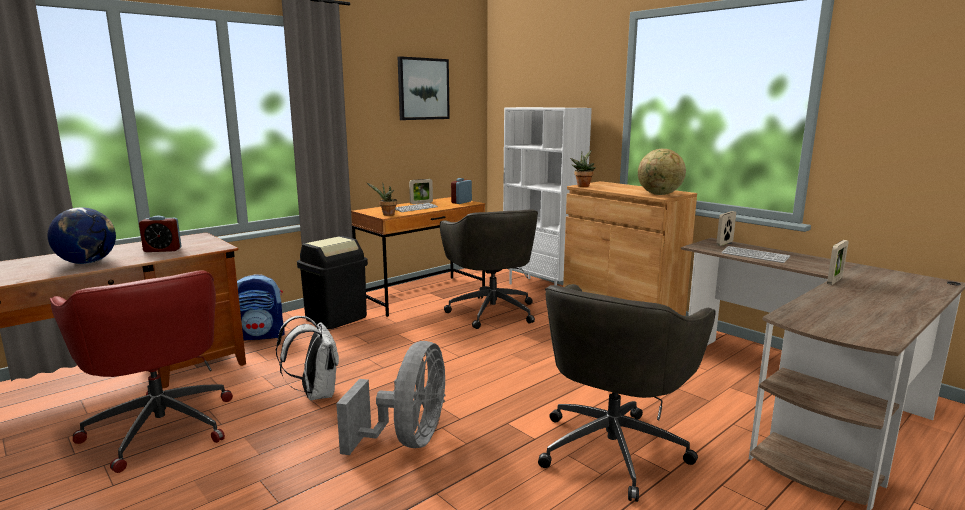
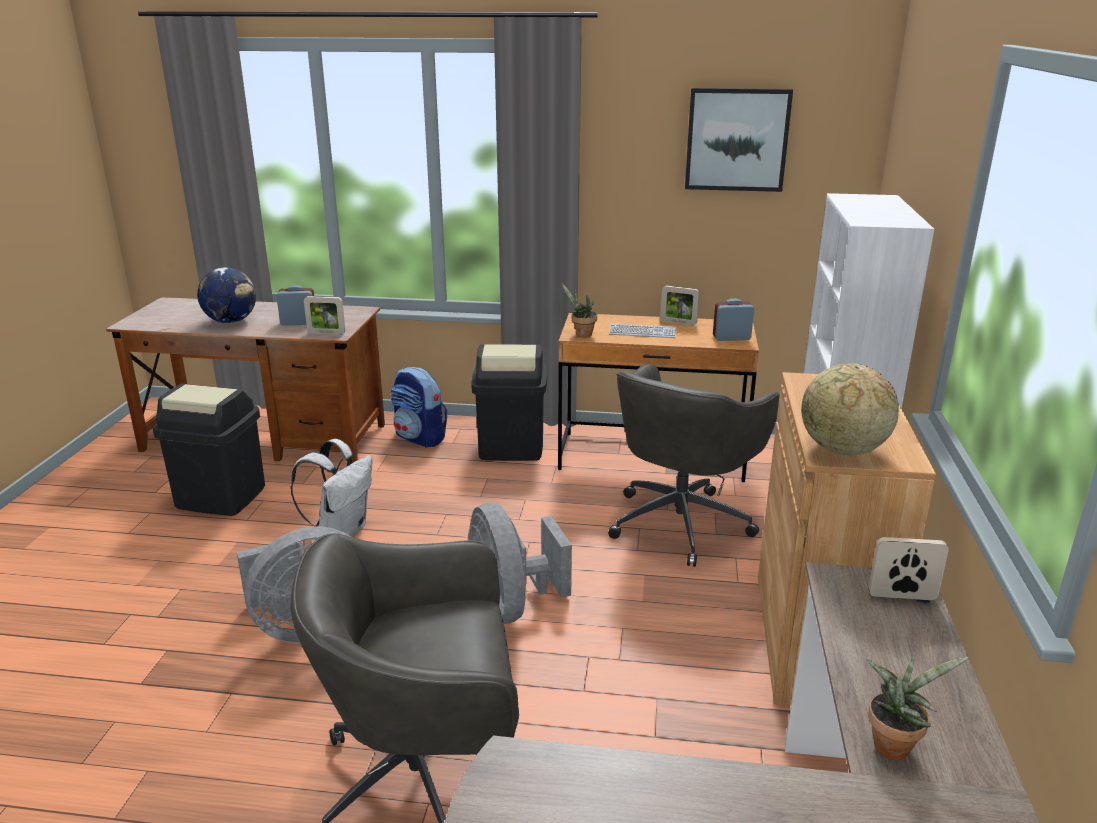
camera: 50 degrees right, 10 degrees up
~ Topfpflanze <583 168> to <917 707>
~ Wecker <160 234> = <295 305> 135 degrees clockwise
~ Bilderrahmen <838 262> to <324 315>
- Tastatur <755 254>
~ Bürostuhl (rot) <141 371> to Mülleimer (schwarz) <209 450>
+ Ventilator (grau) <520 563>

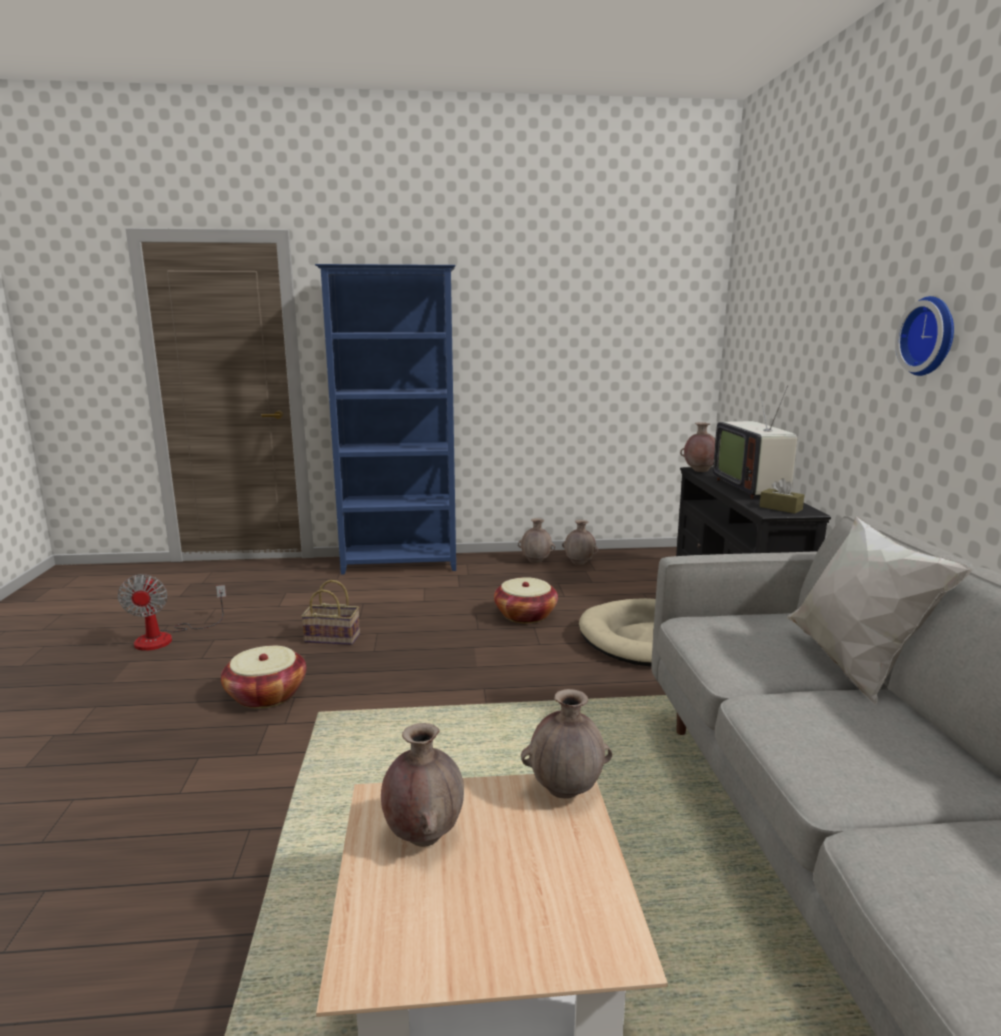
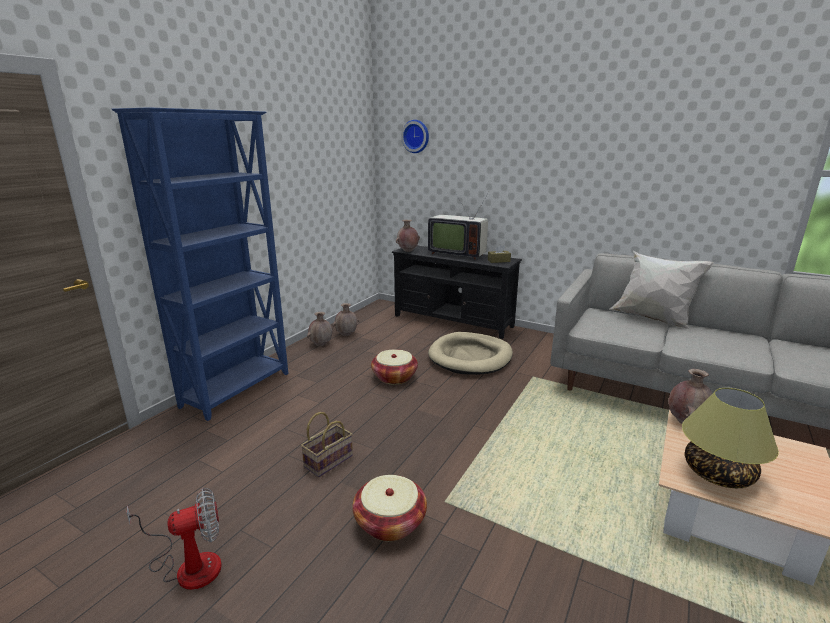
camera: 55 degrees left, 5 degrees up
~ Wanduhr <924 336> to <415 136>
~ Ventilator <171 612> = <174 539> 45 degrees counterclockwise
~ Vase (braun) <422 785> to Tischlampe <730 438>

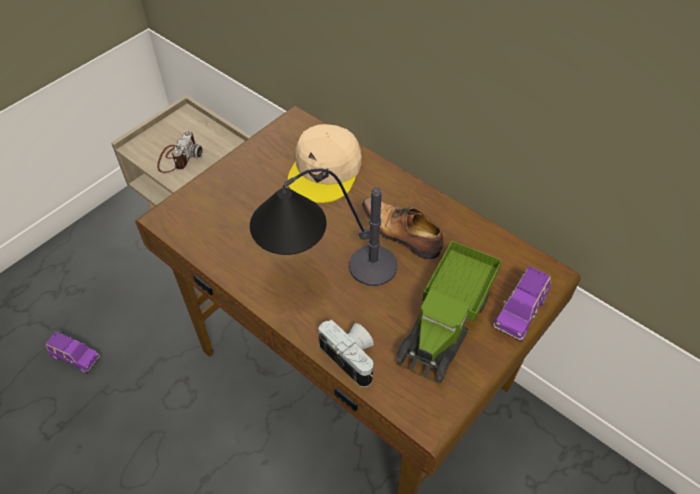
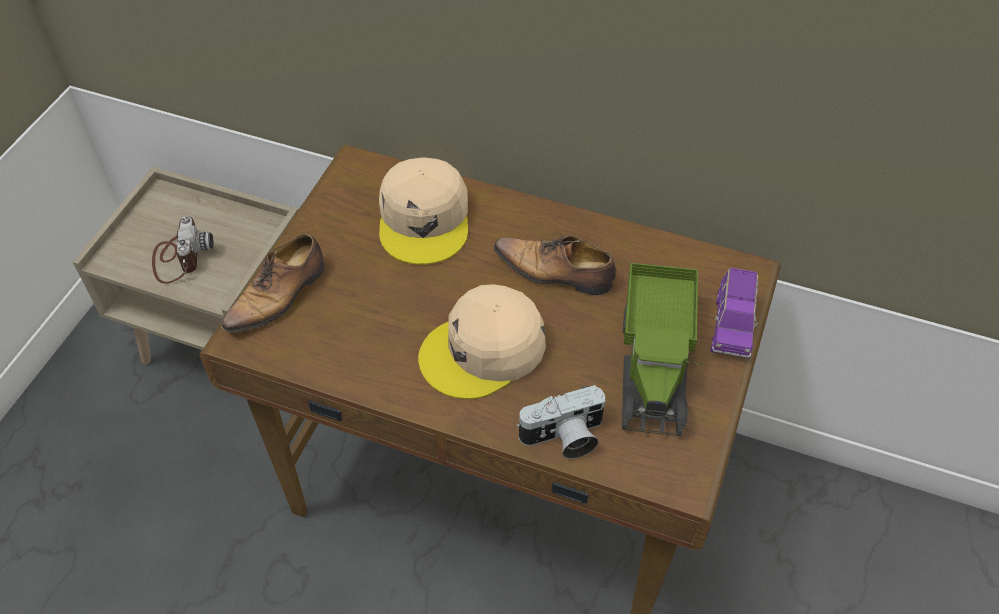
camera: 20 degrees left, 0 degrees up
~ Tischlampe <323 227> to Kappe (beige) <482 341>
~ Kamera <346 353> = <561 422> 135 degrees clockwise
- Spielzeugauto (lila) <73 353>
+ Schuh <272 286>

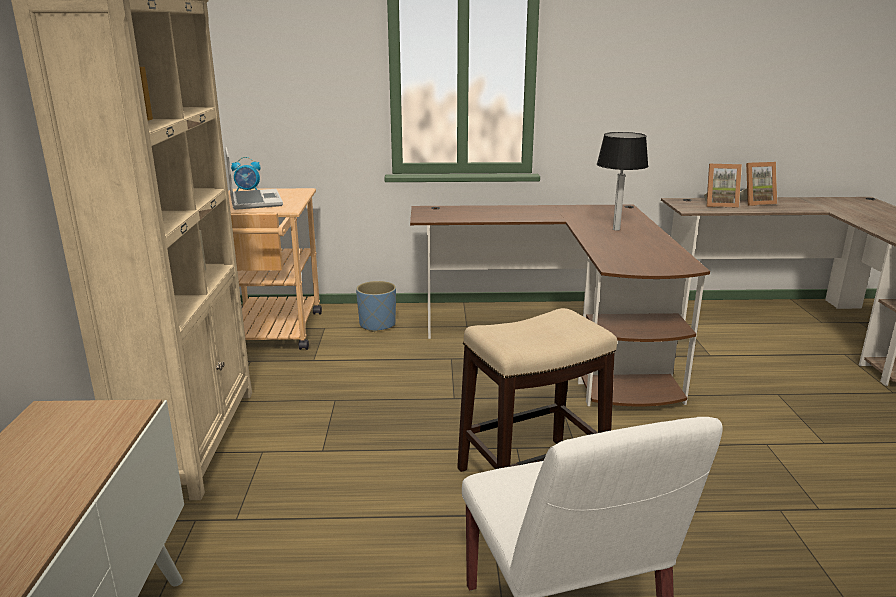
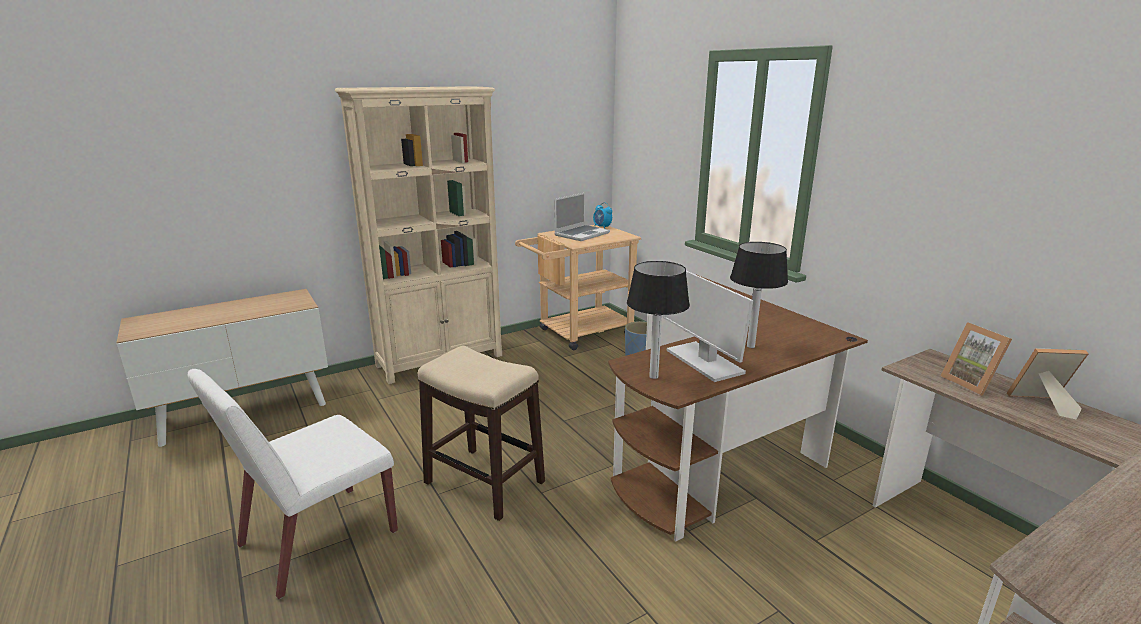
camera: 60 degrees right, 0 degrees up
~ Bilderrahmen <758 184> = <1047 384> 135 degrees clockwise
+ Tischlampe <658 320>
+ Monitor <708 326>

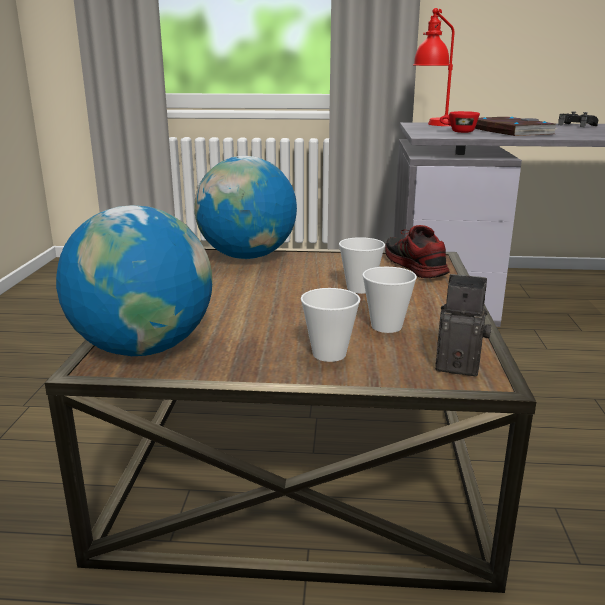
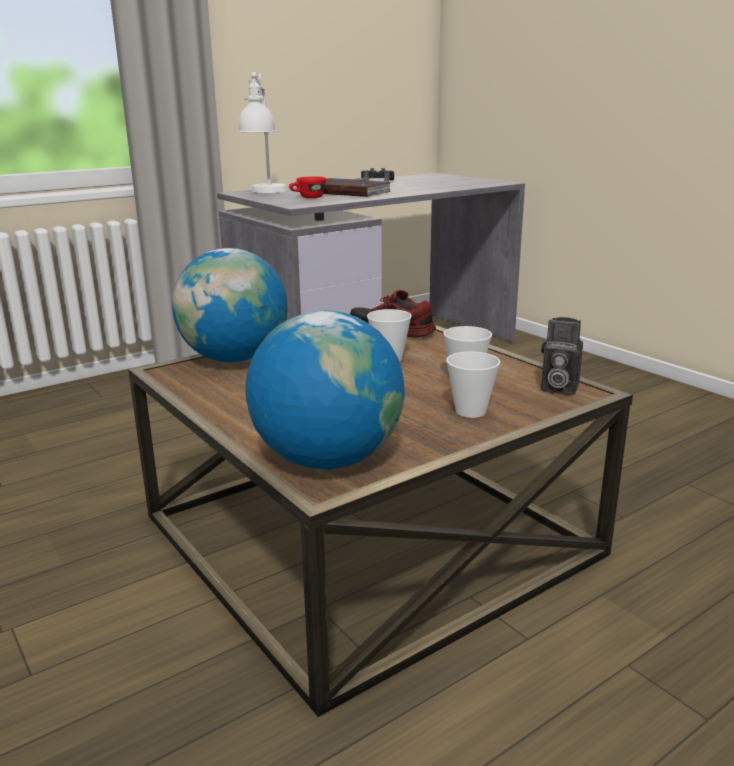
camera: 40 degrees left, 0 degrees up
~ Tischlampe (rot) <433 67> to Tischlampe (weiß) <263 132>
~ Kamera <463 325> = <562 356> 135 degrees counterclockwise

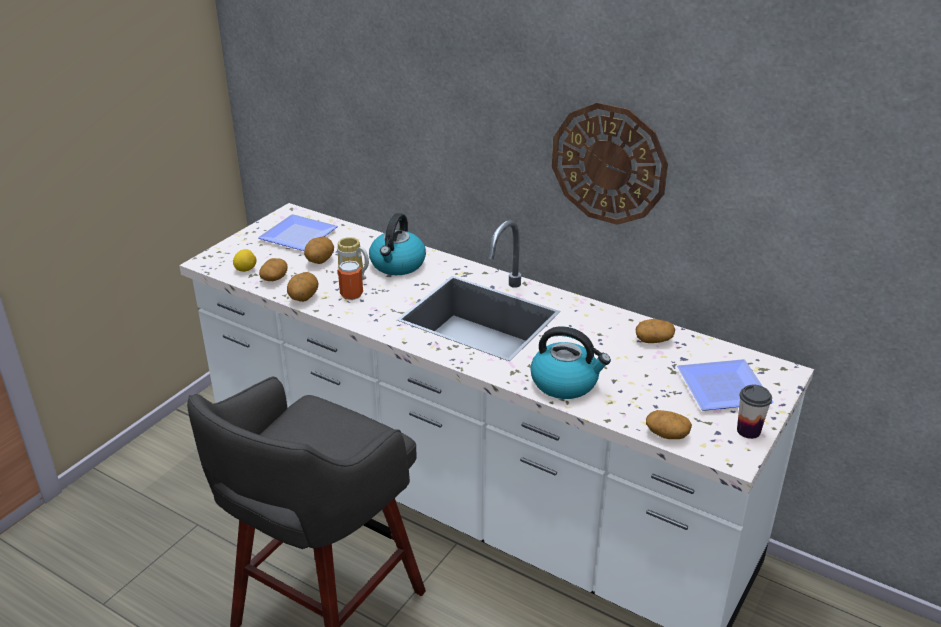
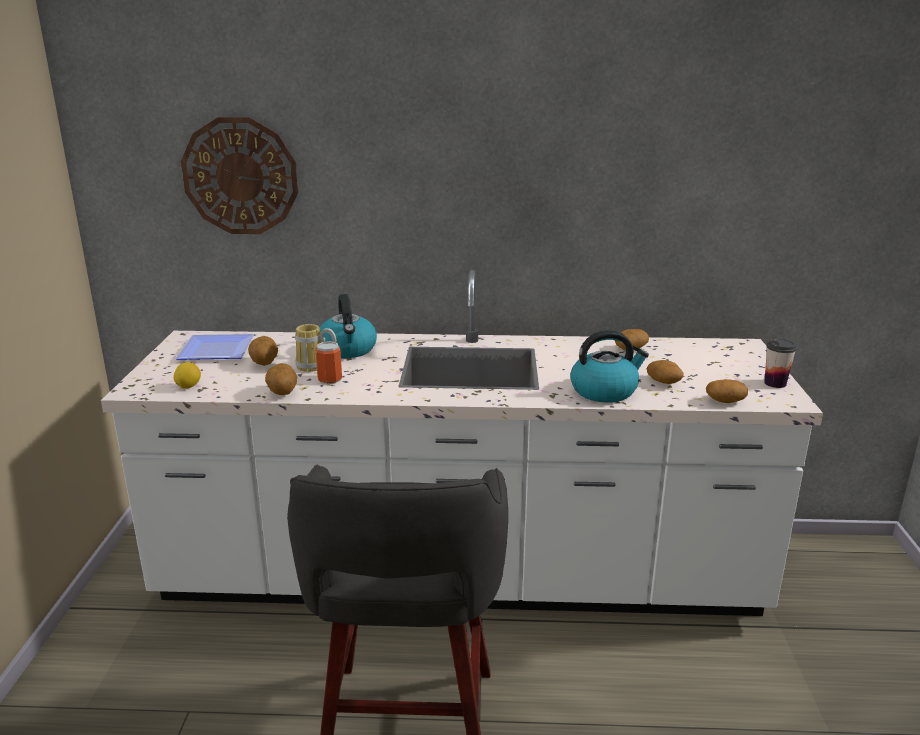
camera: 30 degrees left, 10 degrees down
~ Wanduhr <610 163> to <239 175>
~ Kartoffel <273 269> to <665 372>
- Teller <725 385>

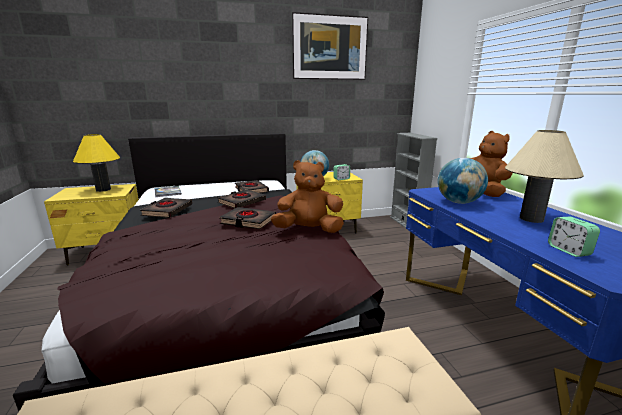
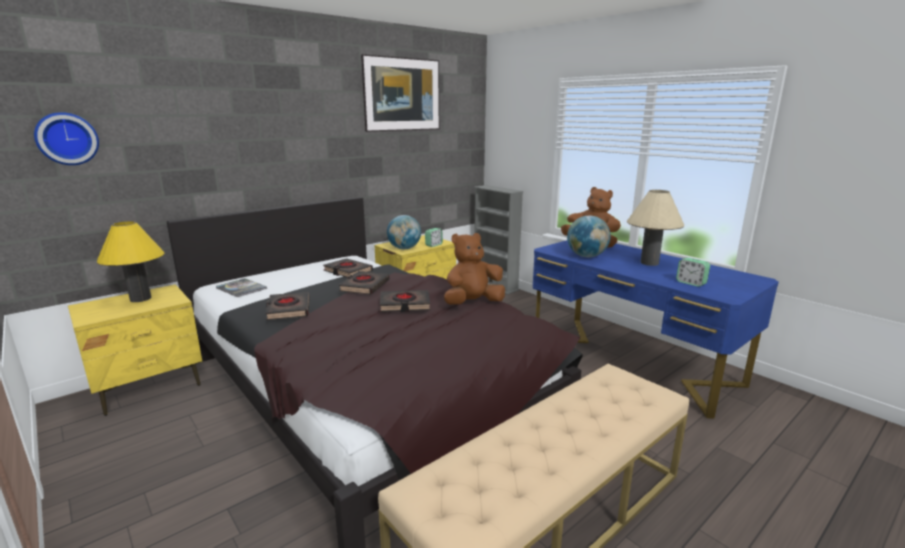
camera: 25 degrees left, 0 degrees up
+ Wanduhr <66 138>

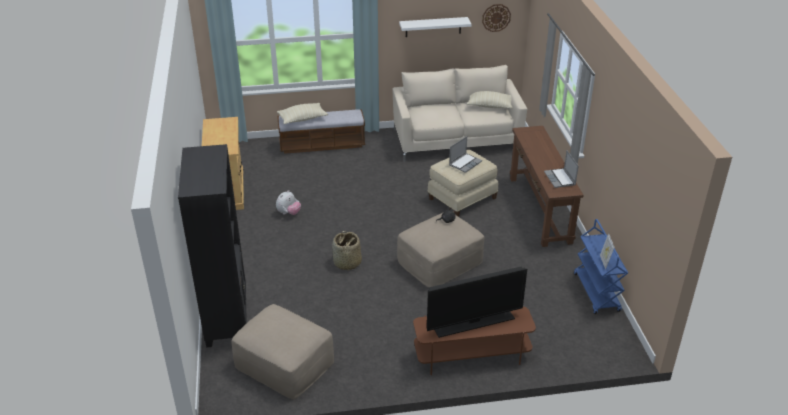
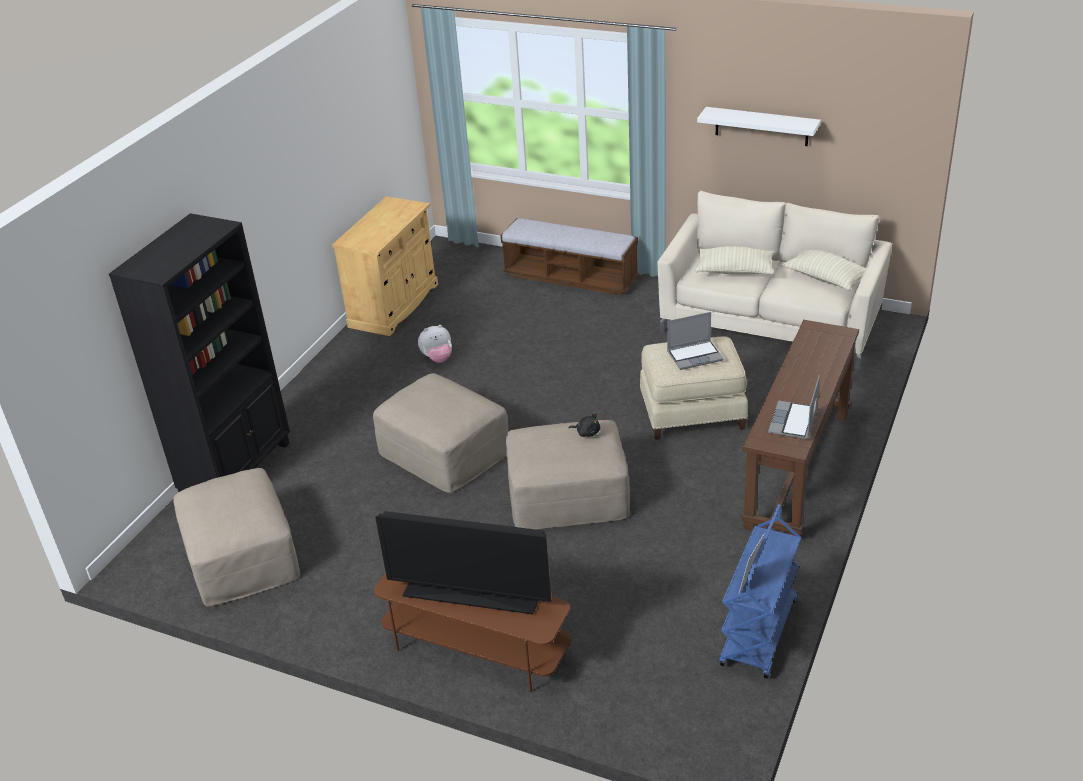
camera: 35 degrees right, 0 degrees up
- Wanduhr <496 18>
~ Kissen (beige) <302 113> to <735 260>
~ Korb <347 250> to Polsterhocker (beige) <441 433>

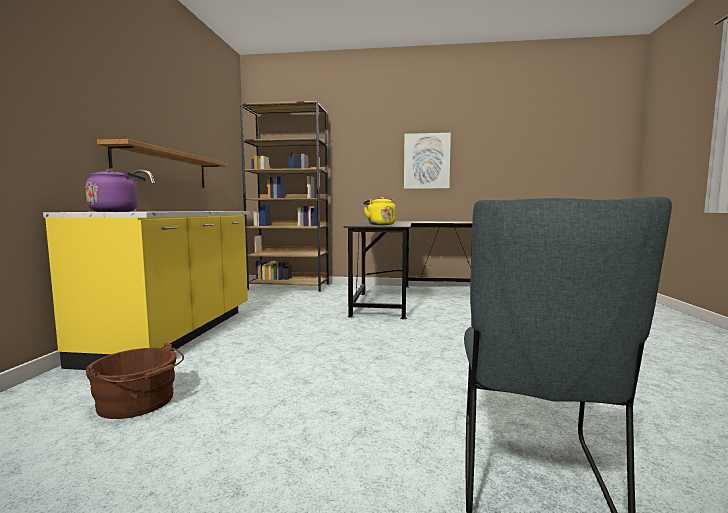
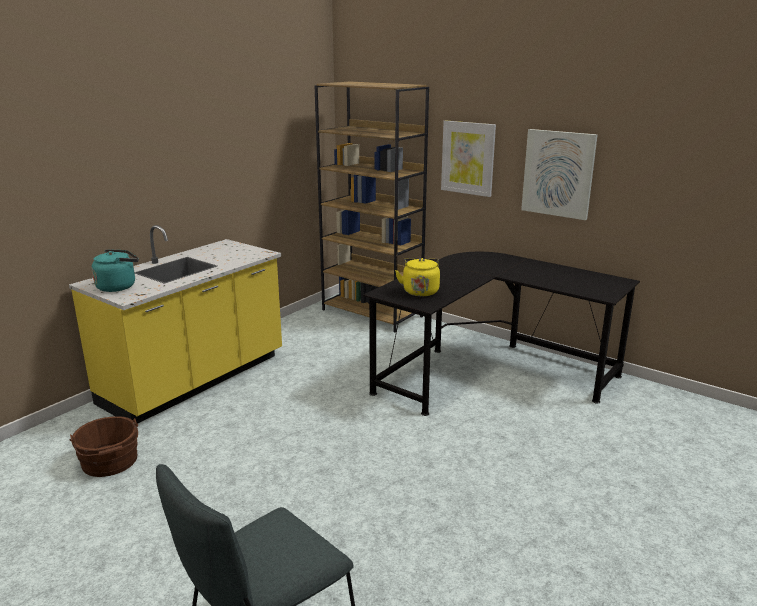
camera: 30 degrees right, 15 degrees up
- Wandregal <162 163>
~ Wasserkessel (lila) <116 190> to Wasserkessel (türkis) <115 270>
+ Bild <468 158>

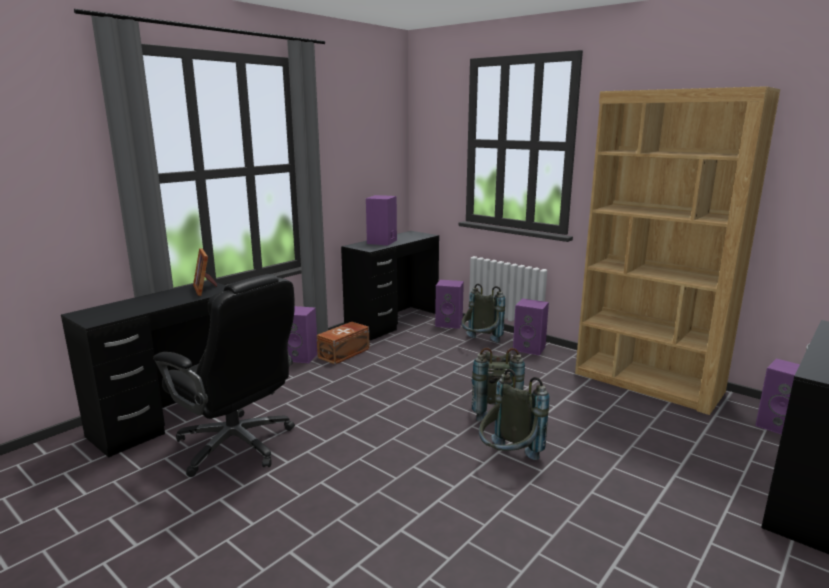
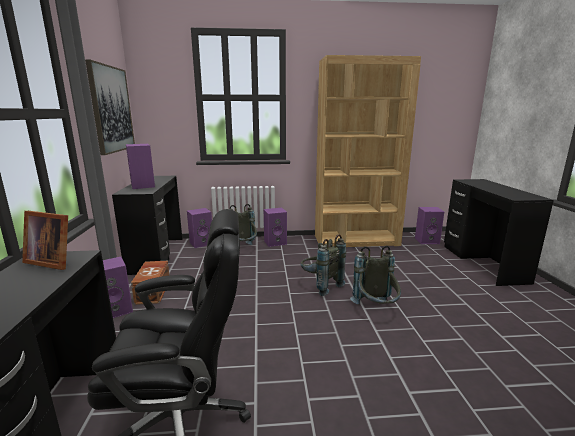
camera: 45 degrees left, 0 degrees up
+ Bild <110 107>

